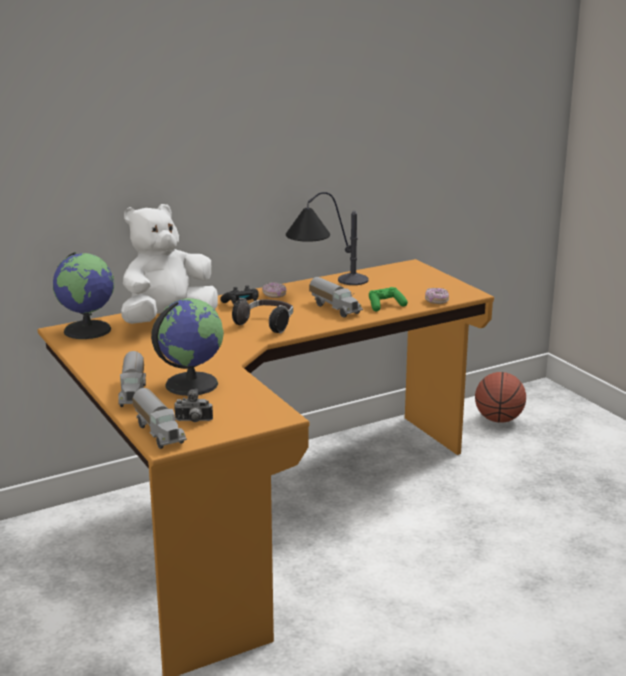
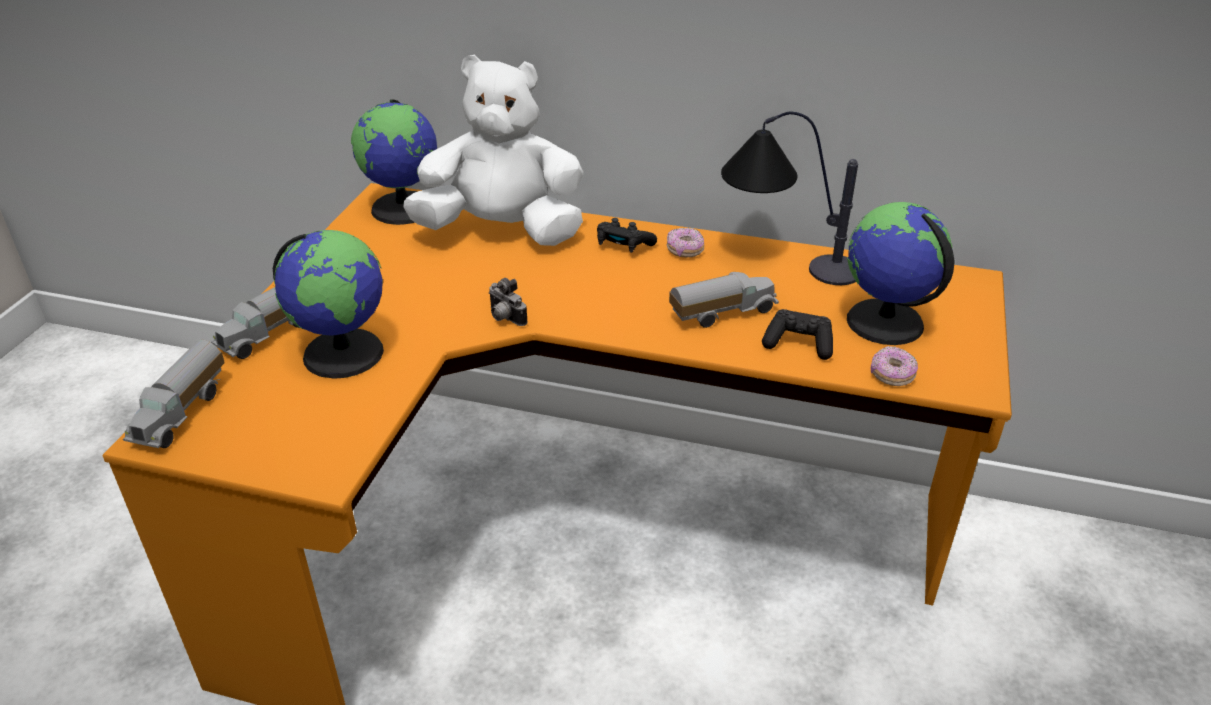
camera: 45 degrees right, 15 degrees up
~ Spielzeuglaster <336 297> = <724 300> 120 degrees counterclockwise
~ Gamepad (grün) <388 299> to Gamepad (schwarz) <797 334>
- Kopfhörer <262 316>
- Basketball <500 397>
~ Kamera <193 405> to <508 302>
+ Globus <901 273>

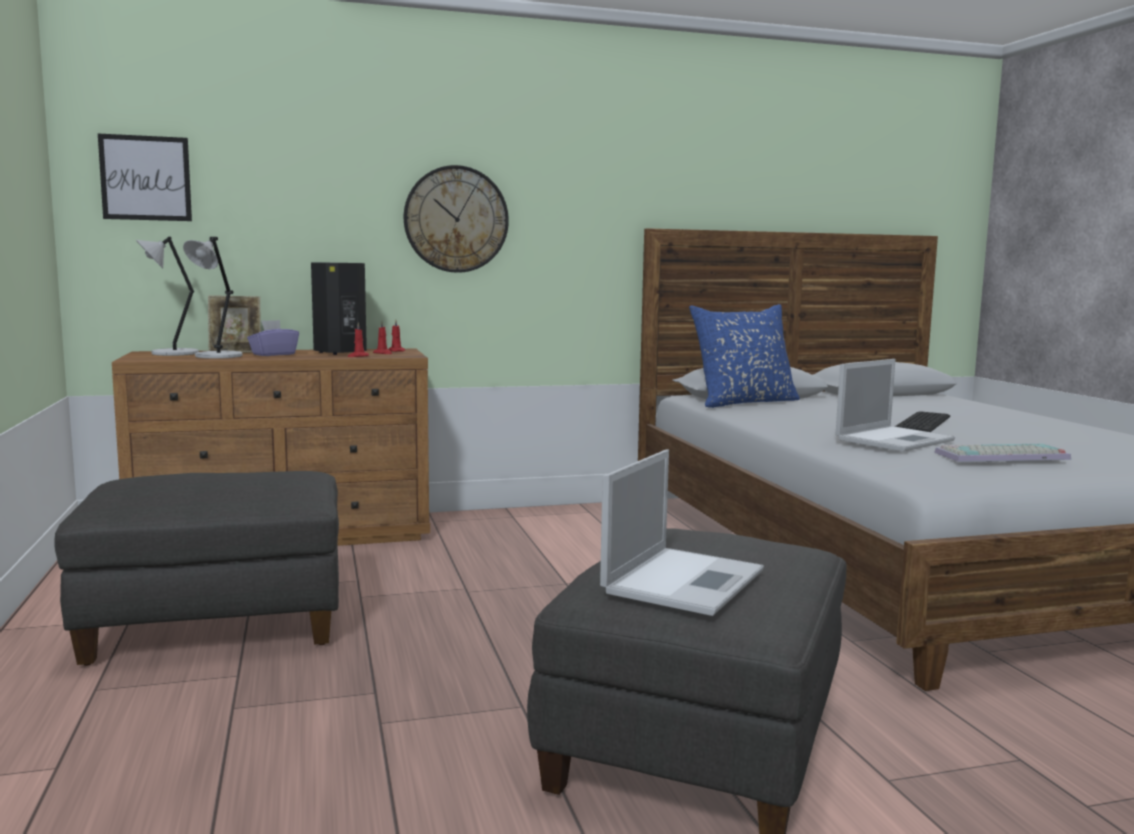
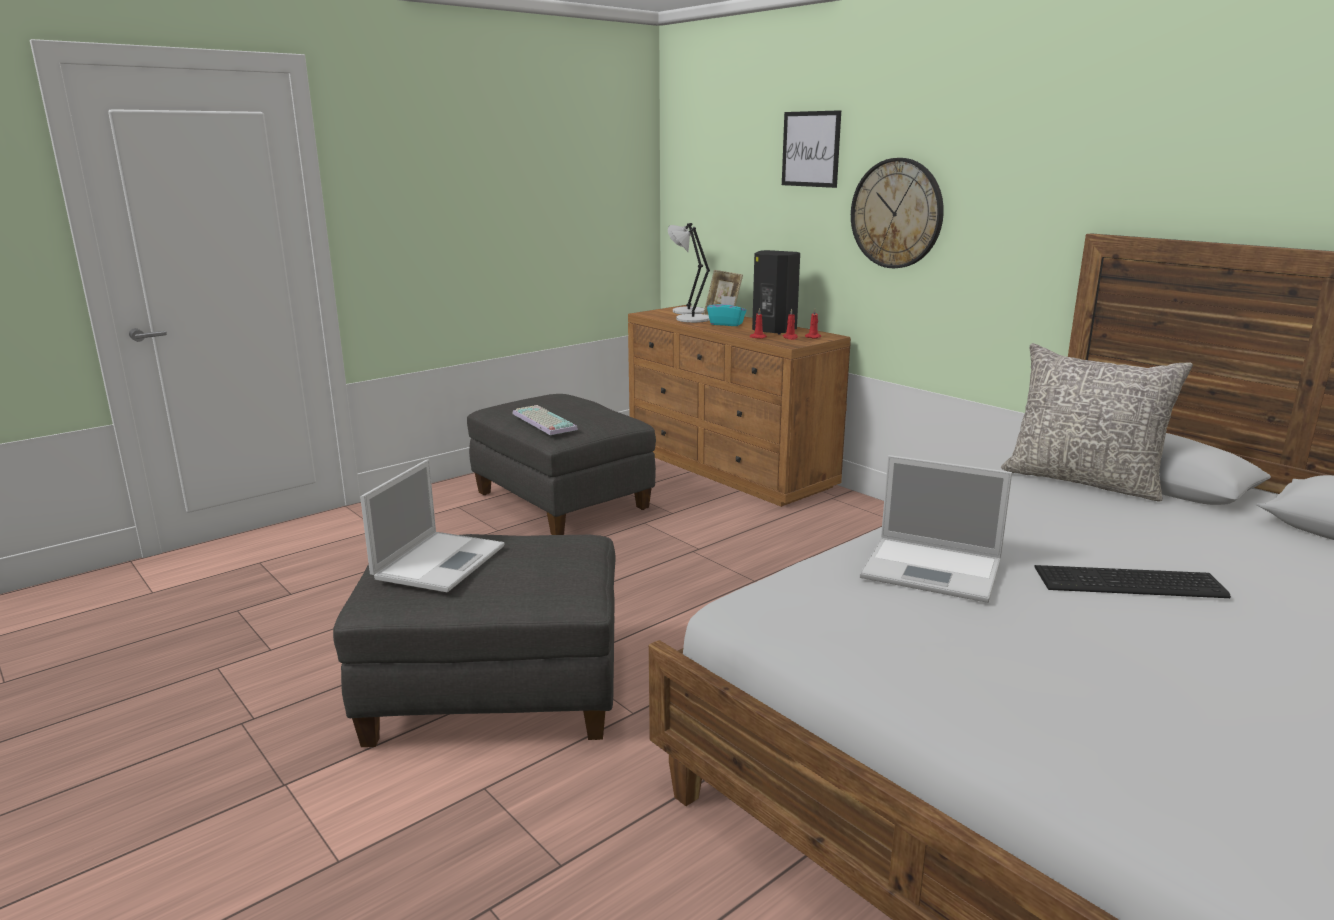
camera: 65 degrees right, 10 degrees up
~ Bild <145 177> to <811 149>
~ Kissen (blau) <744 356> to Kissen (grau) <1097 422>
~ Taschentuchbox (lila) <273 338> to Taschentuchbox (türkis) <727 311>
~ Tastatur <1002 453> to <545 420>
~ Laptop <682 532> = <432 525> 75 degrees counterclockwise

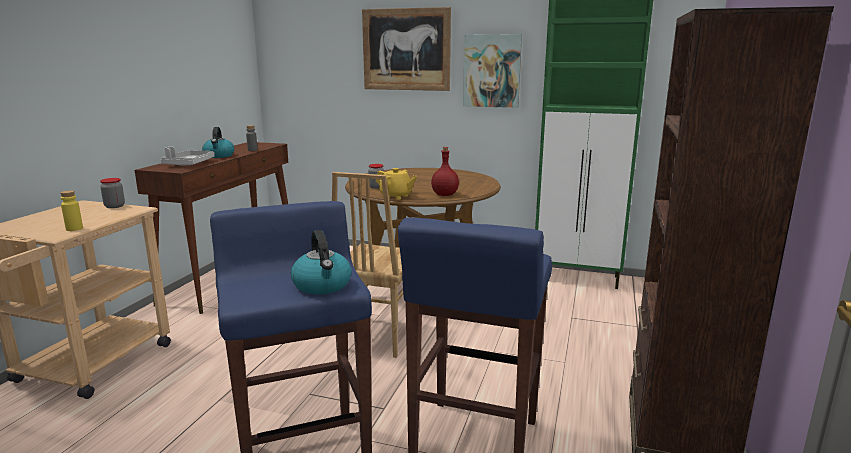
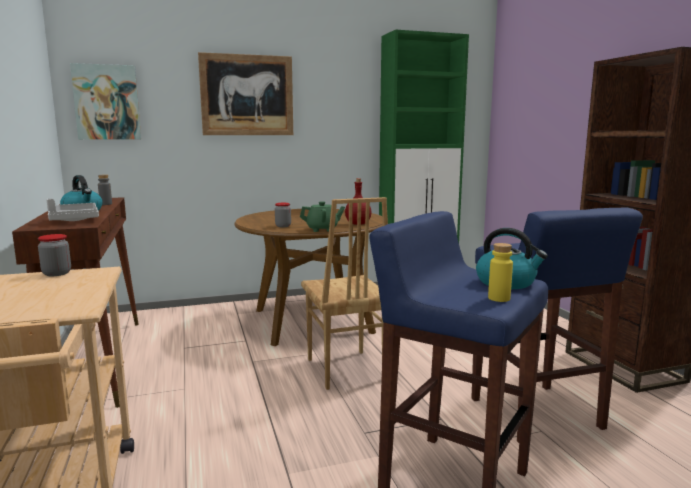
camera: 35 degrees left, 5 degrees down
~ Bild <492 71> to <105 101>
~ Teekanne (gelb) <396 184> to Teekanne (grün) <322 216>
~ Flasche (gelb) <71 210> to <500 272>

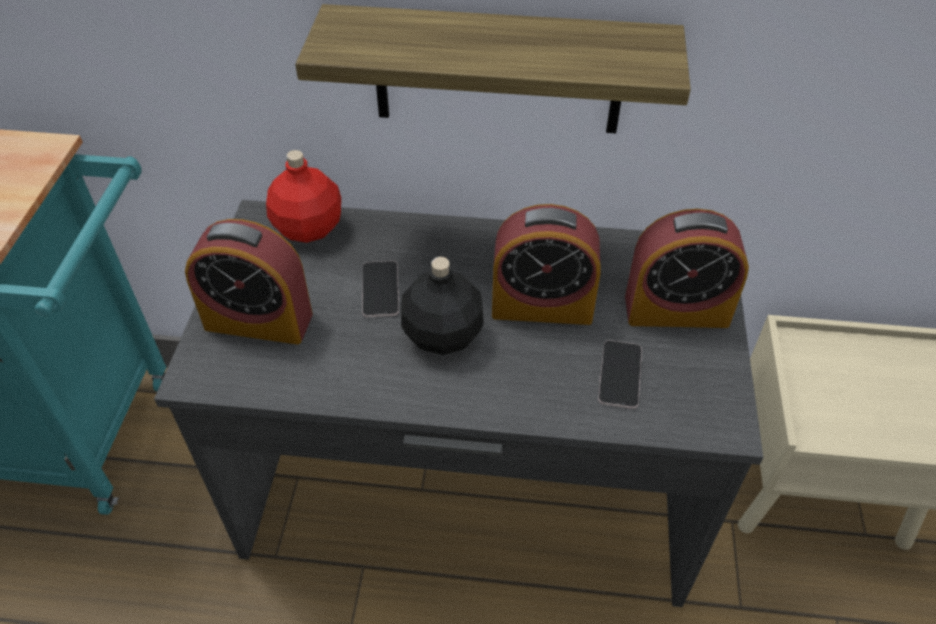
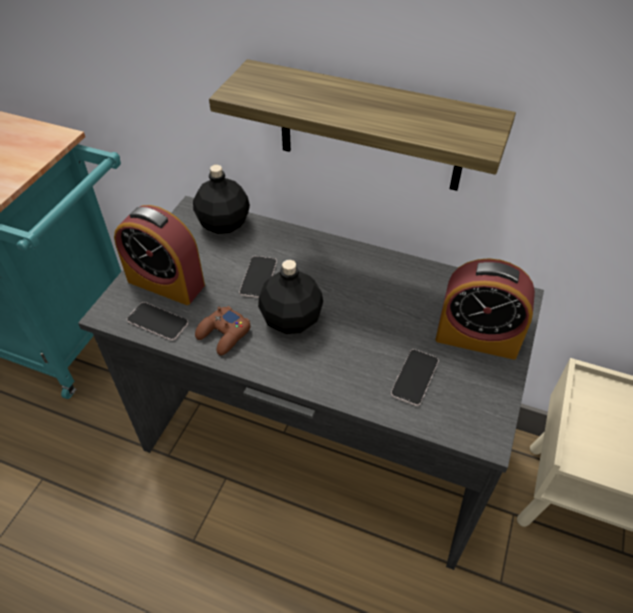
camera: 15 degrees right, 0 degrees up
~ Flasche (rot) <303 196> to Flasche (schwarz) <221 199>
- Wecker <546 264>
+ Handy <158 321>
+ Gamepad (braun) <222 331>

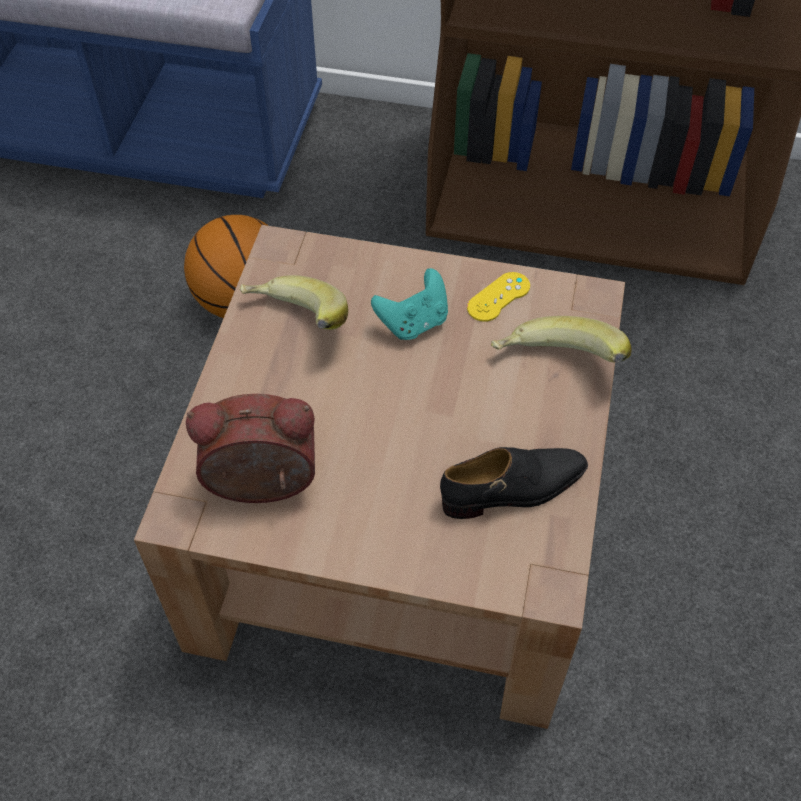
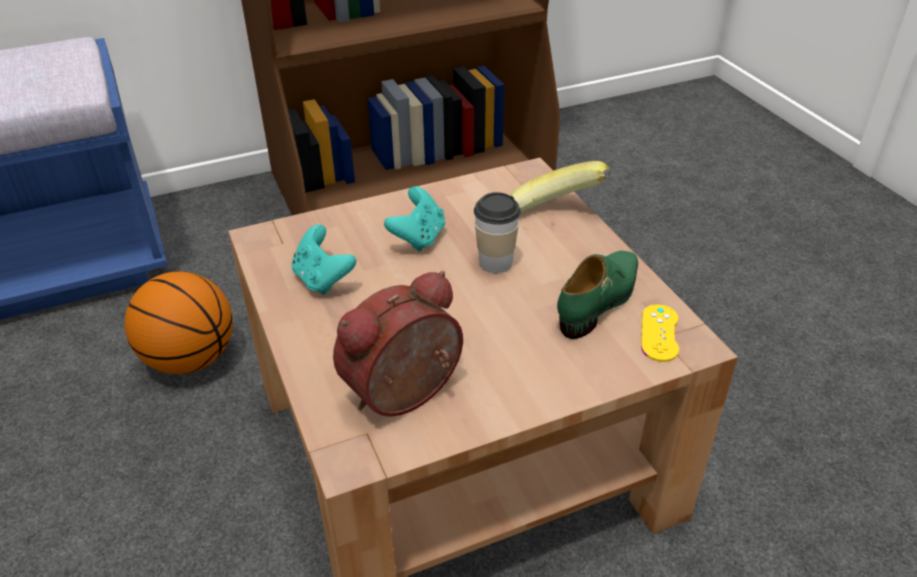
camera: 35 degrees left, 15 degrees down
~ Gamepad (gelb) <498 297> to <660 333>
~ Banane <293 302> to Gamepad (türkis) <324 260>
~ Schuh (schwarz) <514 483> to Schuh (grün) <597 295>
+ Tasse <497 232>

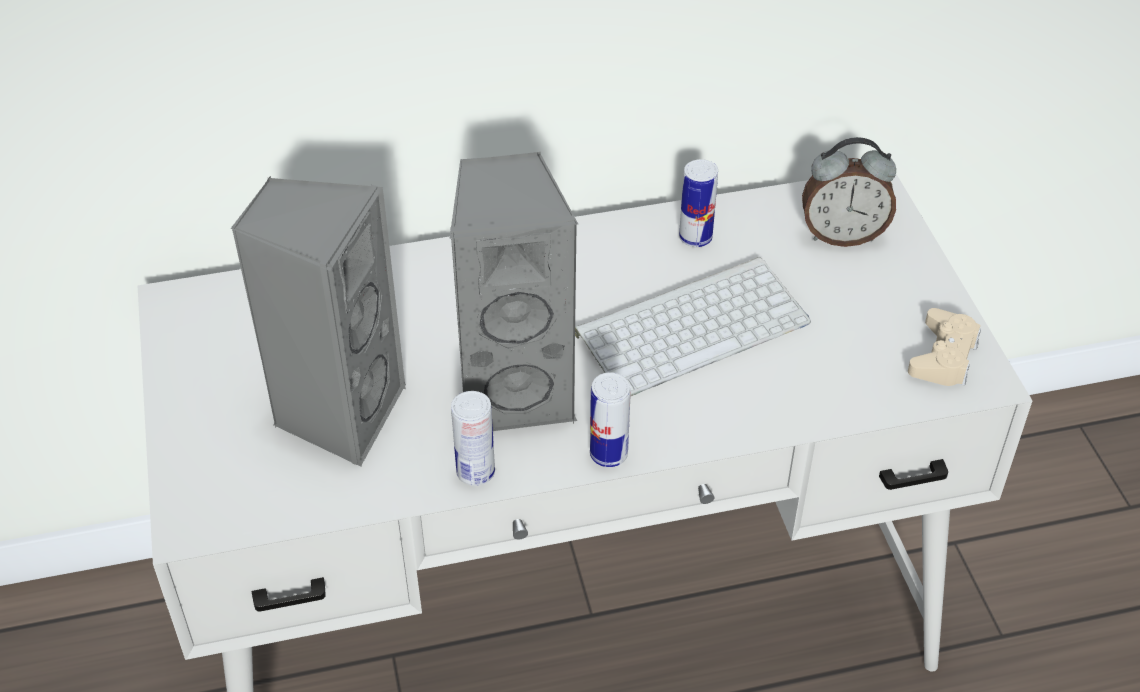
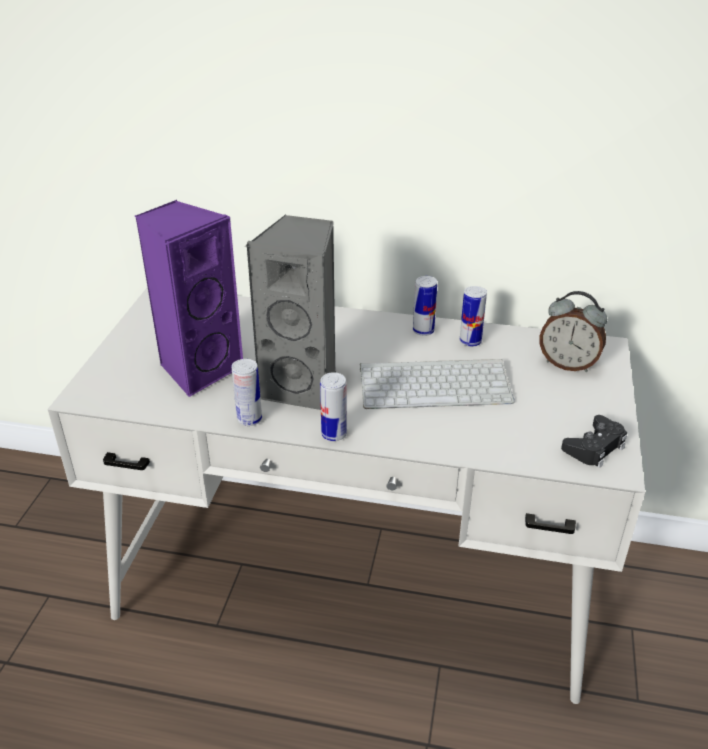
camera: 25 degrees right, 10 degrees down
~ Lautsprecher (grau) <318 321> to Lautsprecher (lila) <189 298>
~ Gamepad (beige) <944 347> to Gamepad (schwarz) <594 441>
+ Dose <425 306>

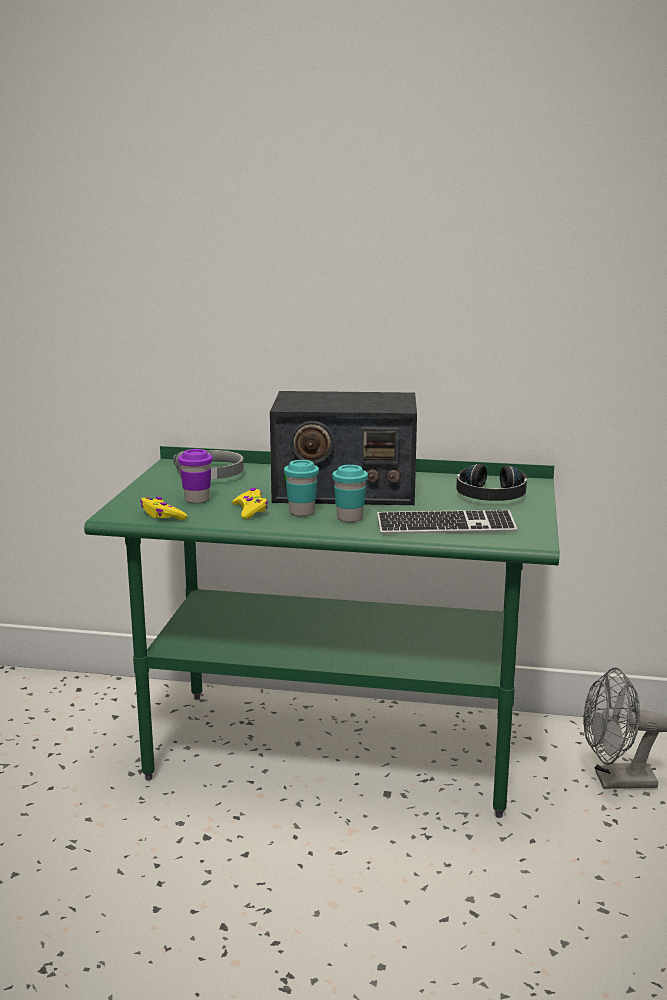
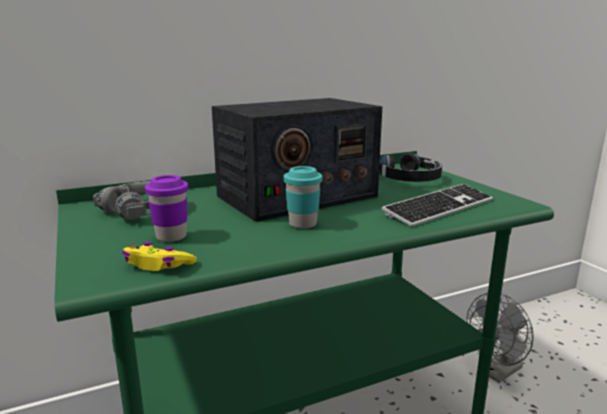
camera: 35 degrees left, 0 degrees up
- Tasse (türkis) <350 493>
- Gamepad (gelb) <250 503>

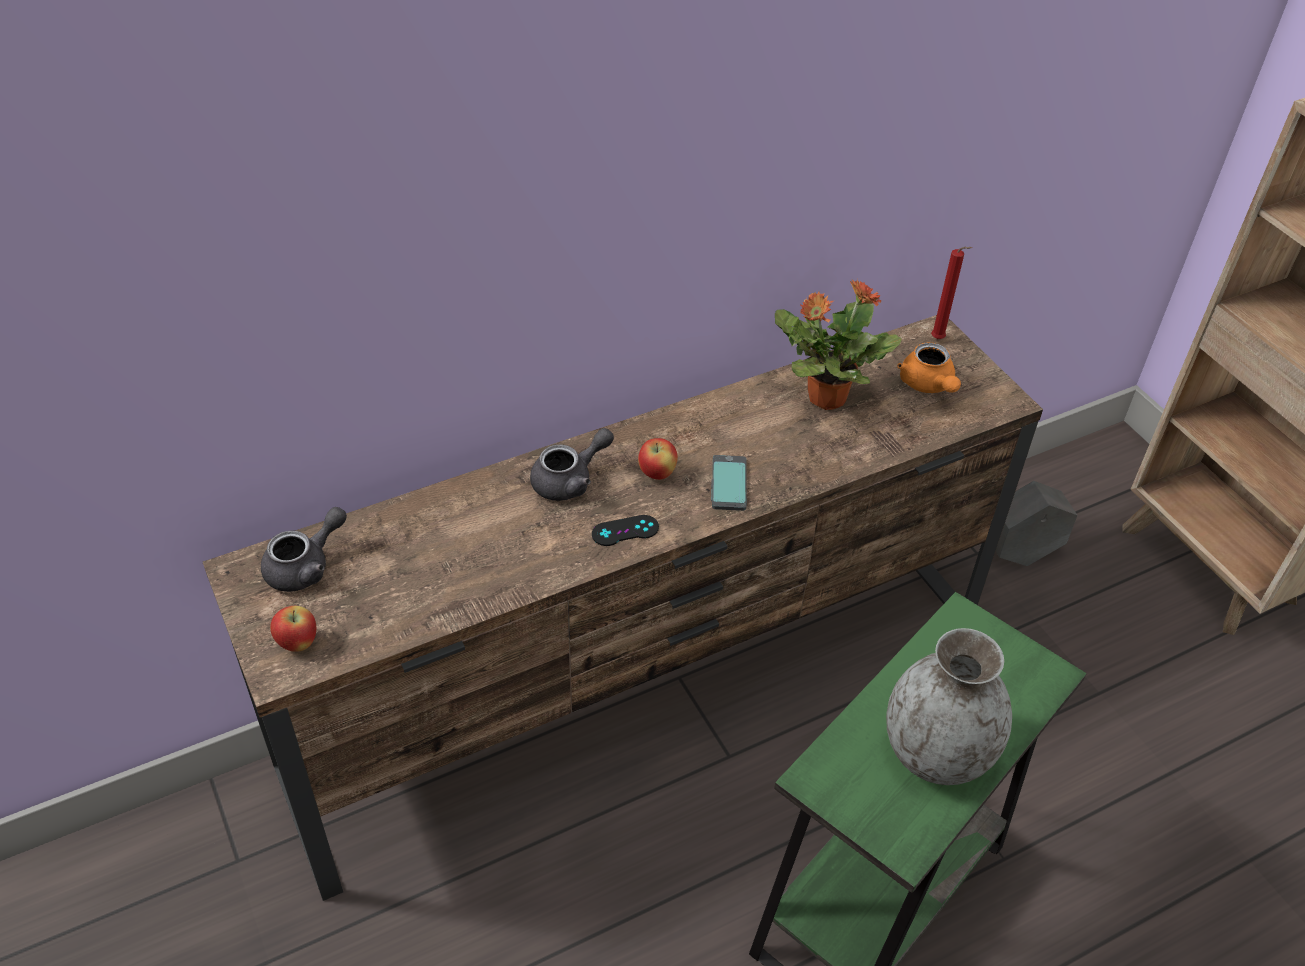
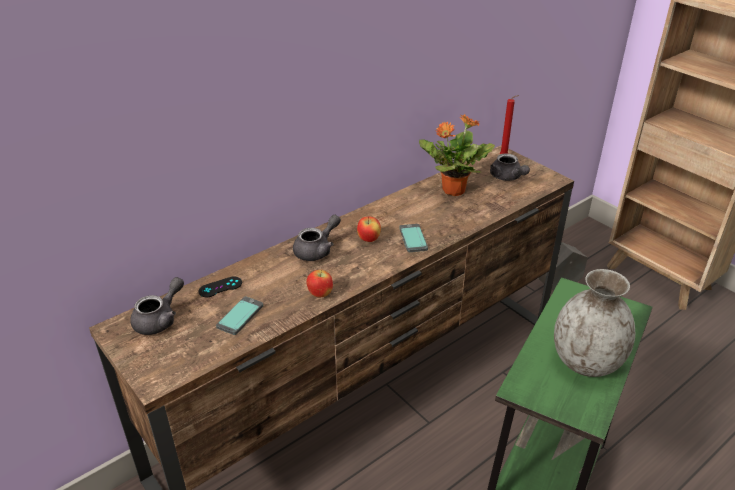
camera: 10 degrees left, 10 degrees down
~ Teekanne (orange) <929 368> to Teekanne (grau) <510 167>
~ Gamepad (schwarz) <625 530> to <220 287>
~ Apfel <293 629> to <319 283>
+ Handy <239 315>

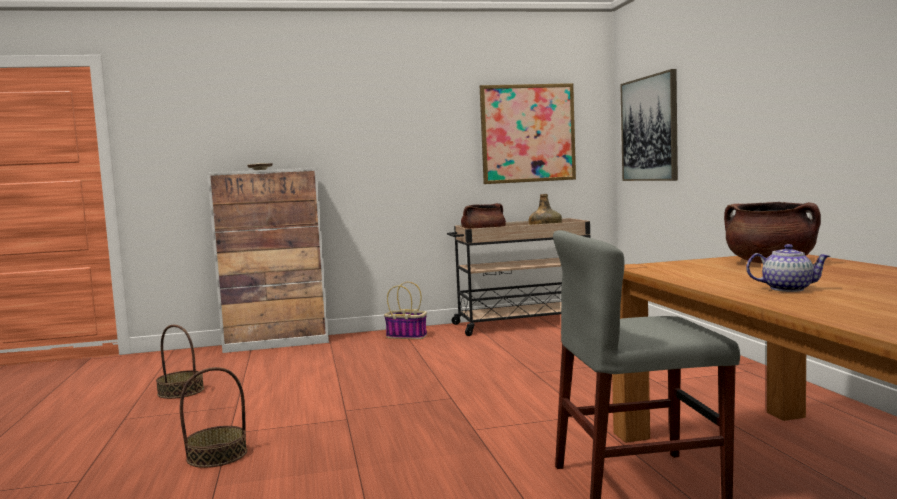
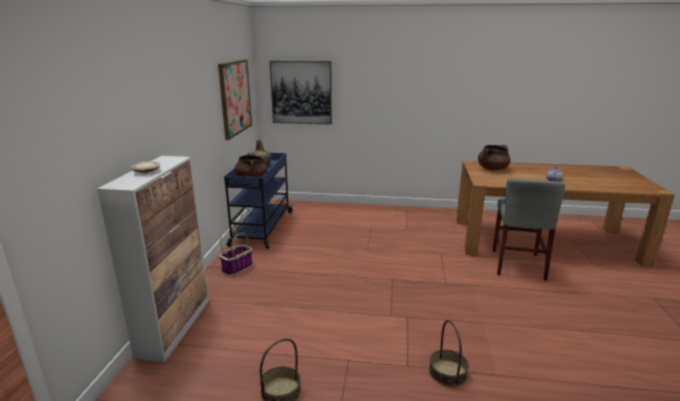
camera: 70 degrees left, 15 degrees up
~ Rollwagen (beige) <518 277> to Rollwagen (blau) <258 201>

